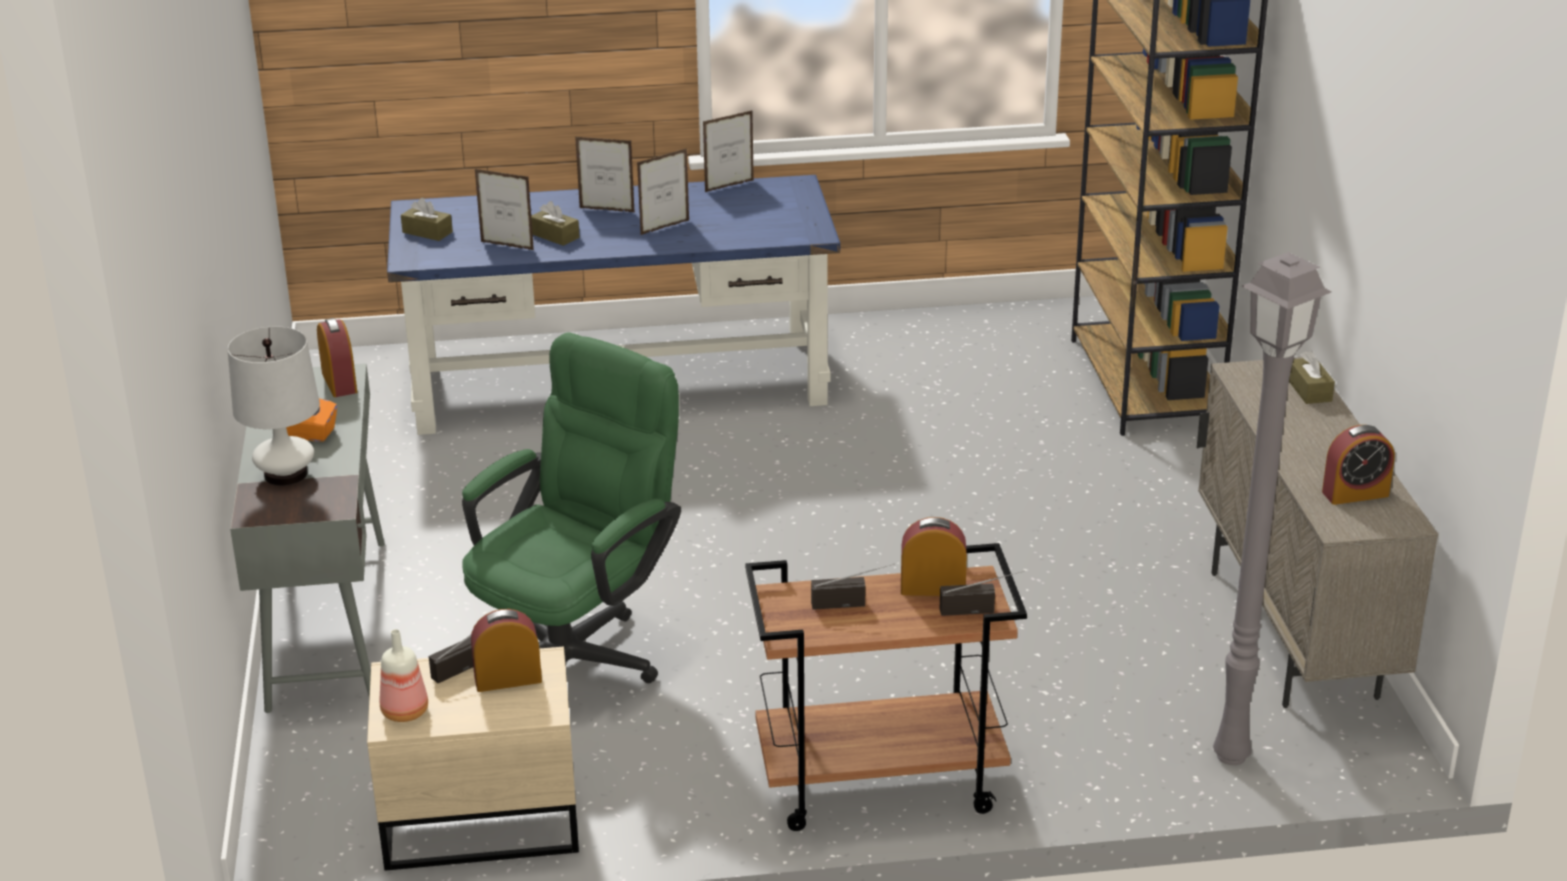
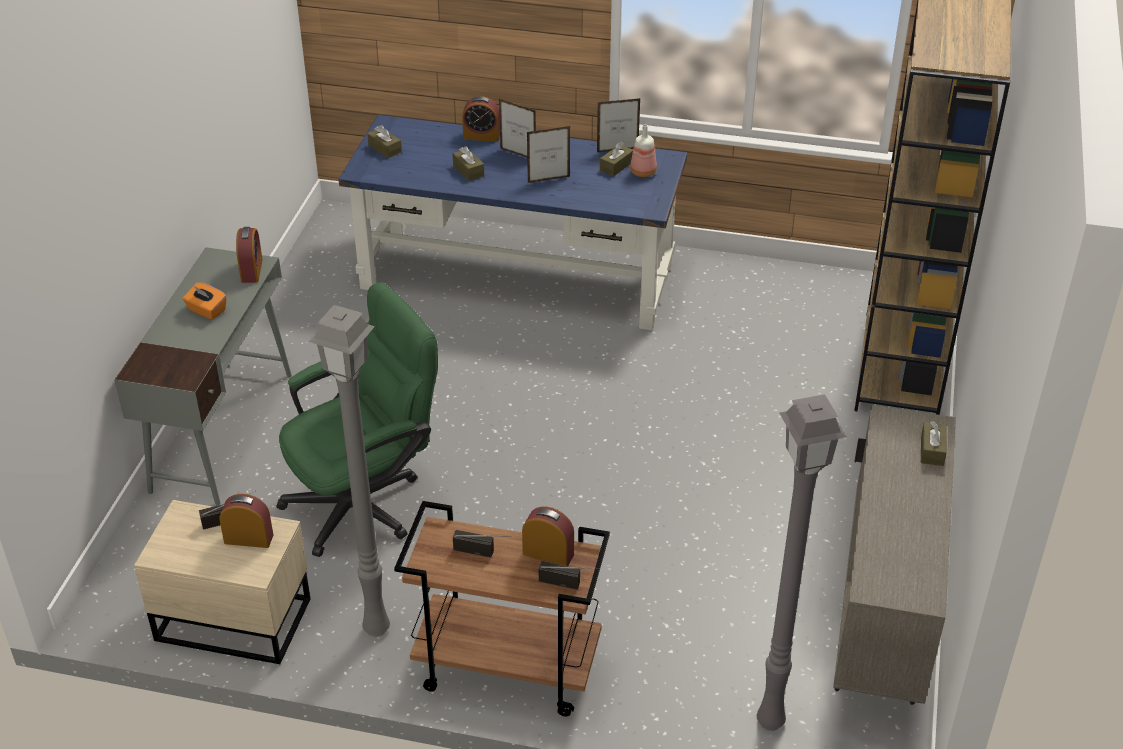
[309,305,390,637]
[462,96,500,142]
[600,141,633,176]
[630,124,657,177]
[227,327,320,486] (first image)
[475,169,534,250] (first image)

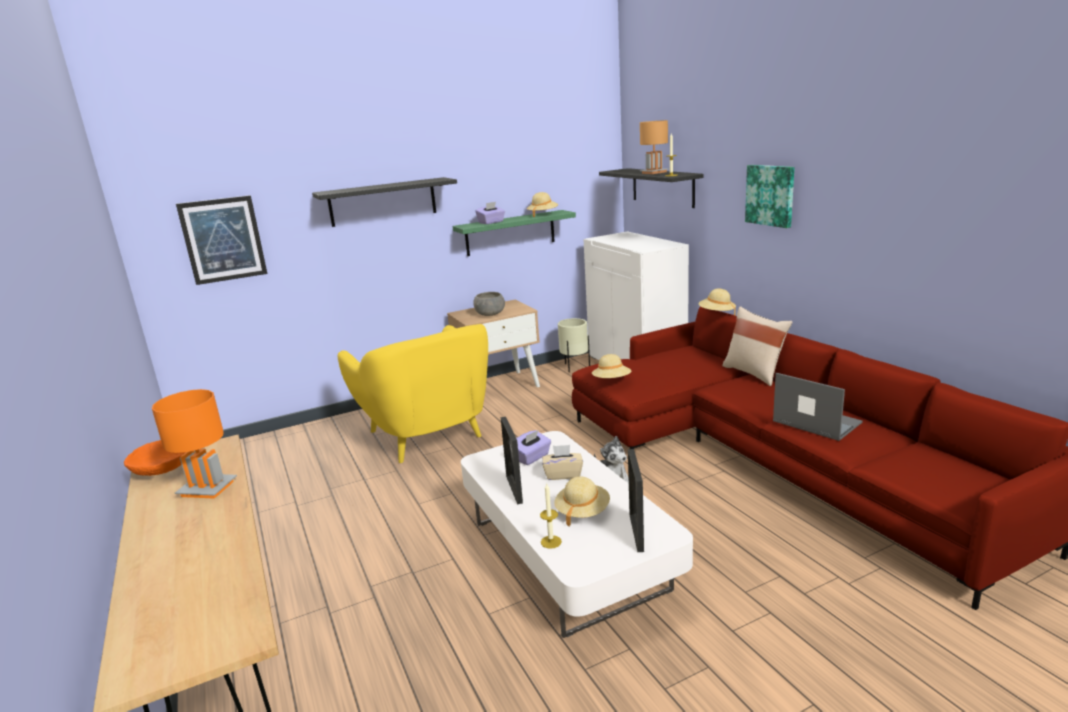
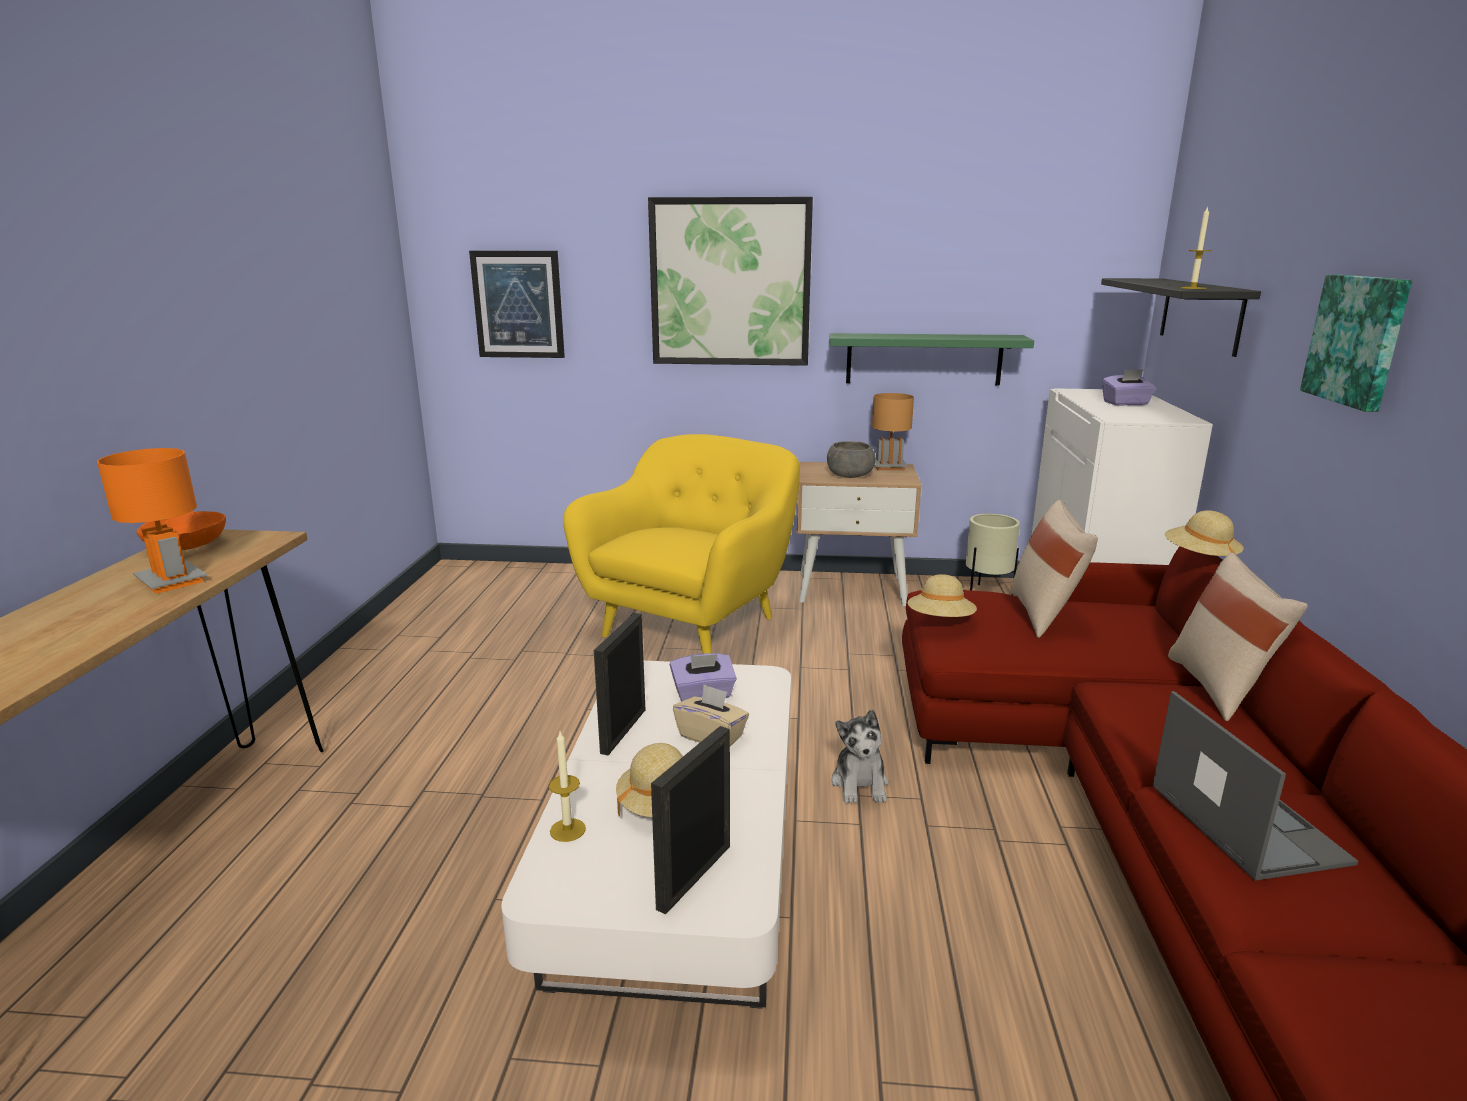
[563,434,800,654]
[648,197,813,366]
[872,393,914,470]
[1010,500,1098,638]
[1102,369,1156,406]
[527,192,558,217] (first image)

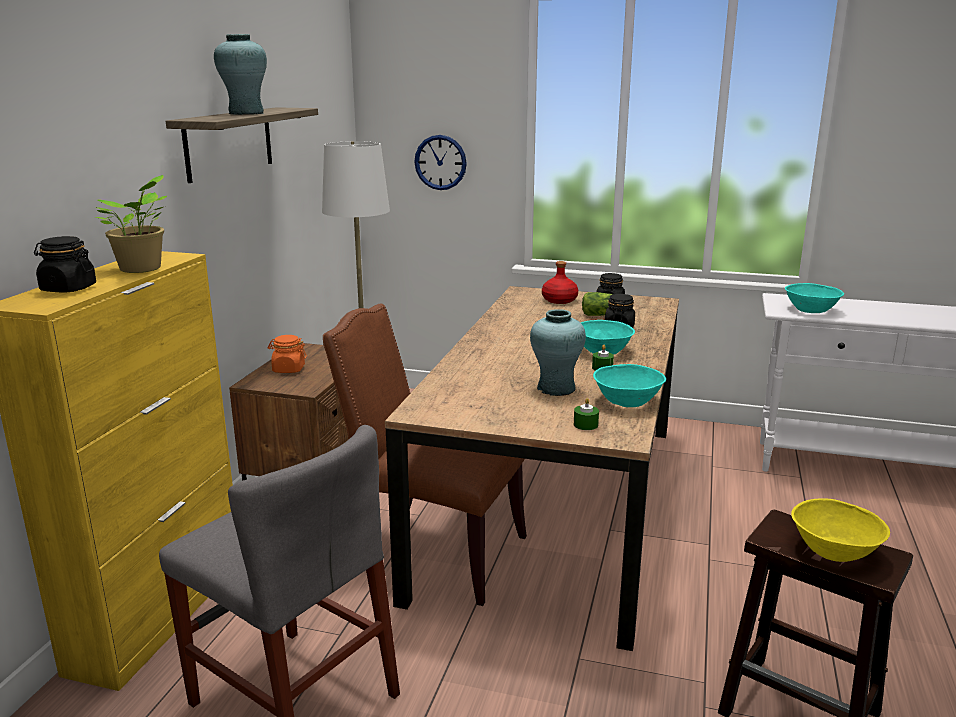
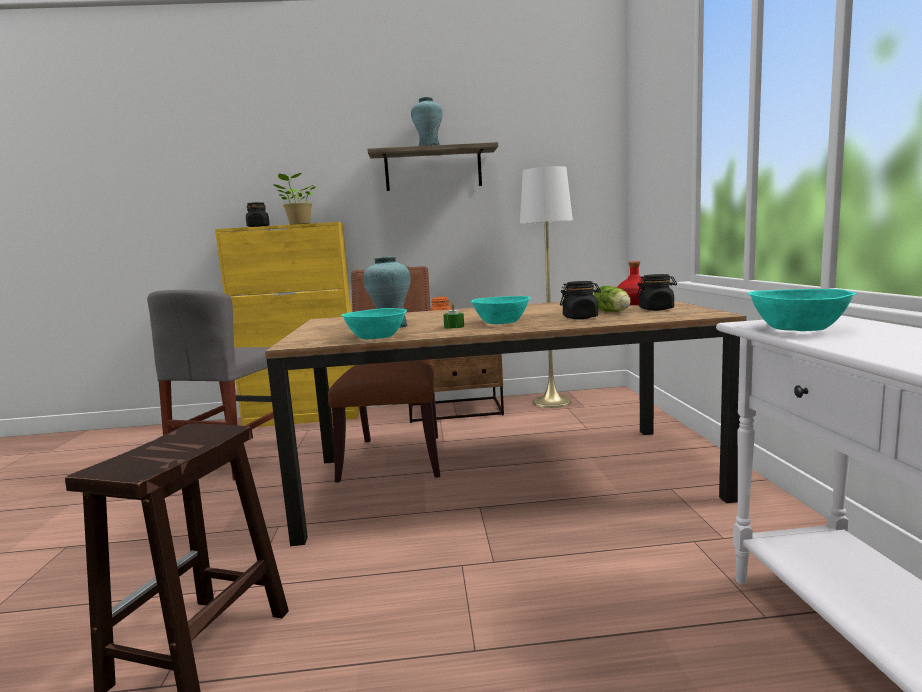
[414,135,467,190] (first image)
[574,398,599,430] (first image)
[791,498,890,562] (first image)

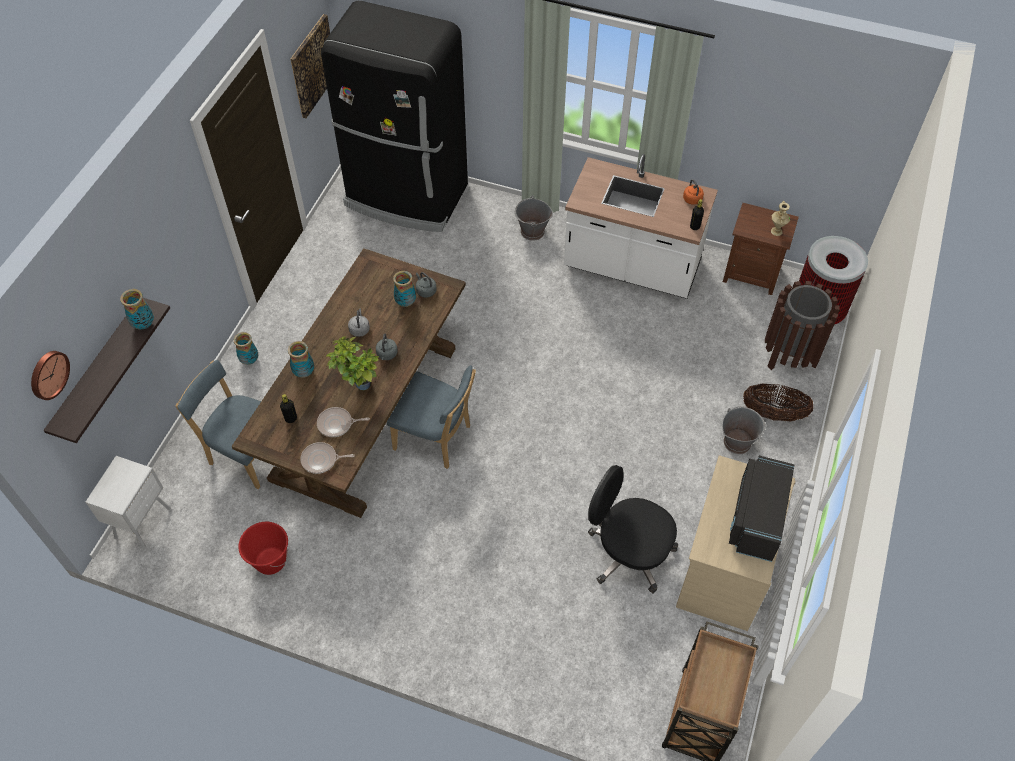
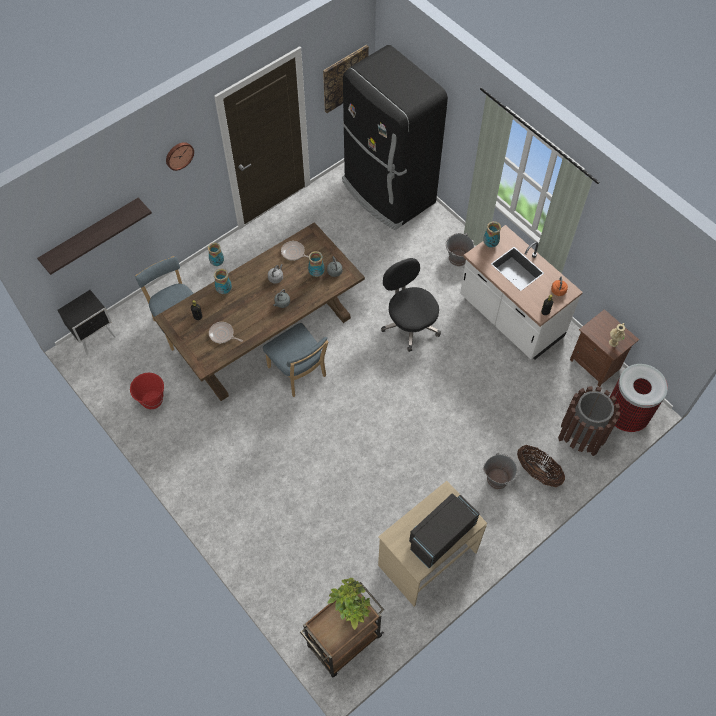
[58,290,116,355]
[166,142,194,171]
[281,241,309,261]
[328,578,371,630]
[381,258,441,352]
[483,221,501,248]

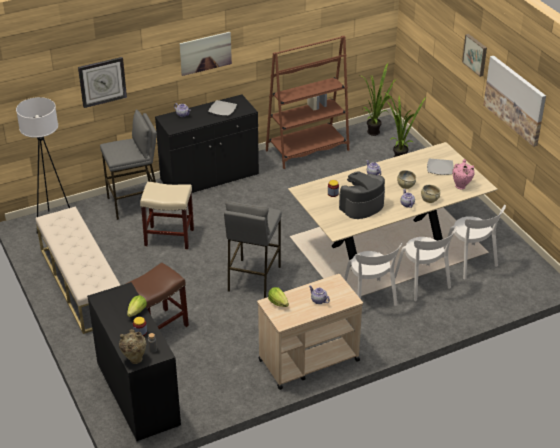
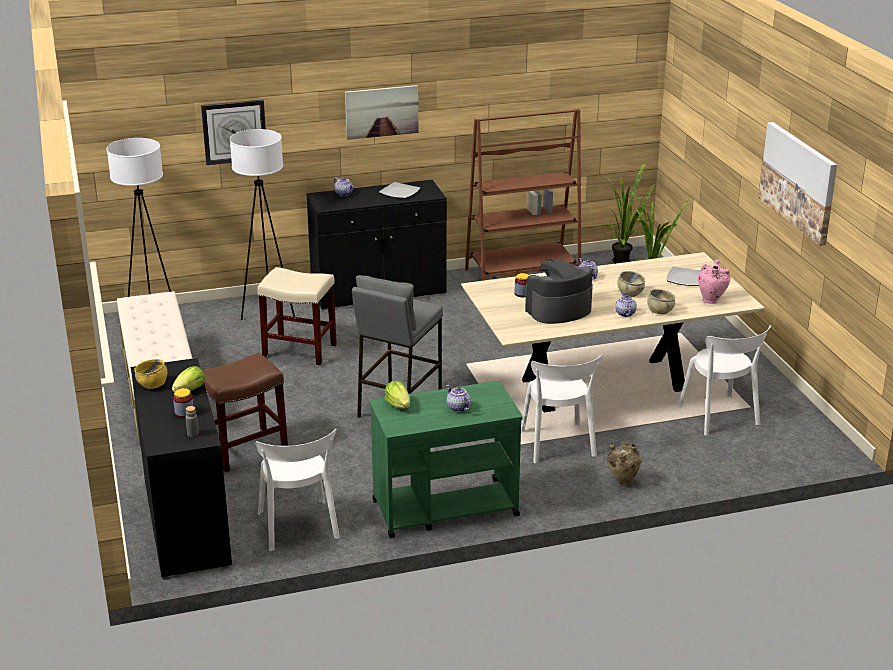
[134,359,168,389]
[230,129,295,320]
[255,429,340,551]
[369,381,523,538]
[607,441,642,487]
[462,34,487,77] (first image)

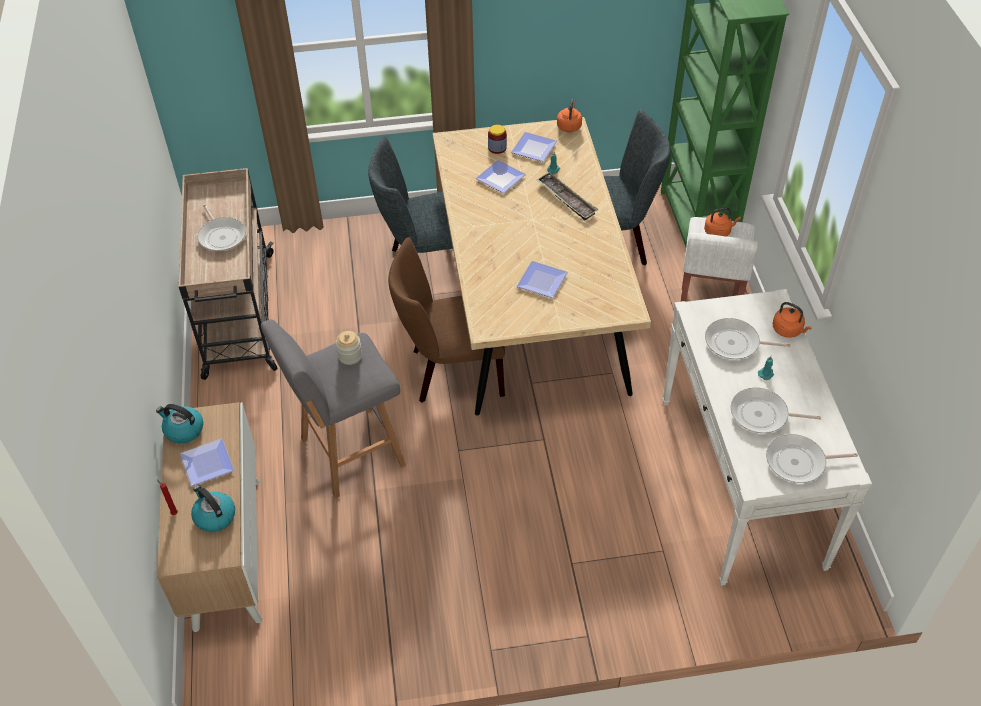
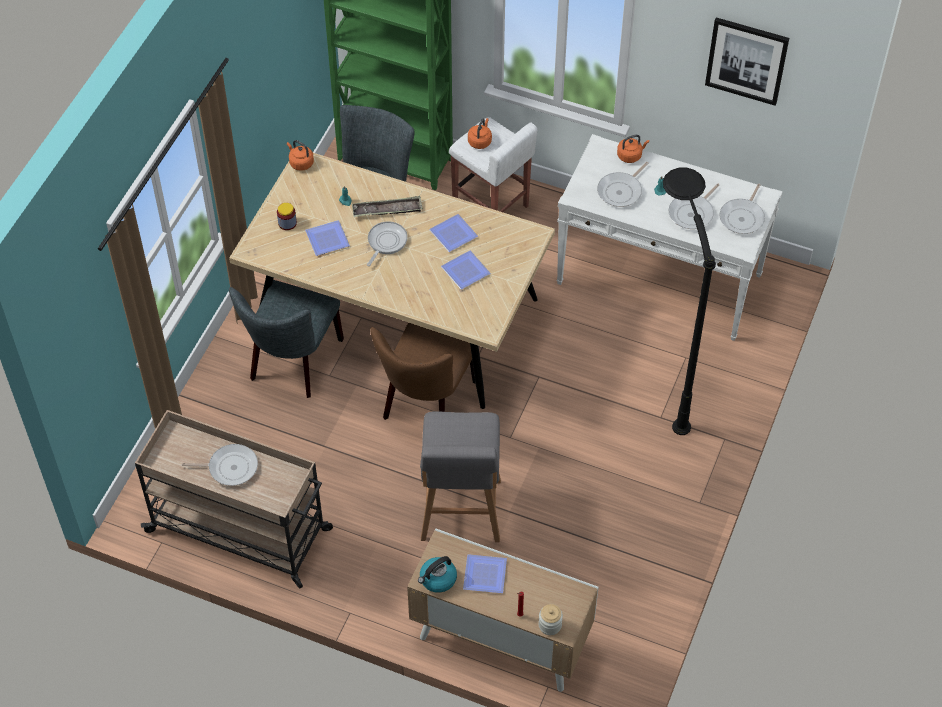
[367,221,408,266]
[429,214,478,252]
[538,604,563,635]
[663,167,716,435]
[705,17,789,106]
[191,485,235,532] (first image)

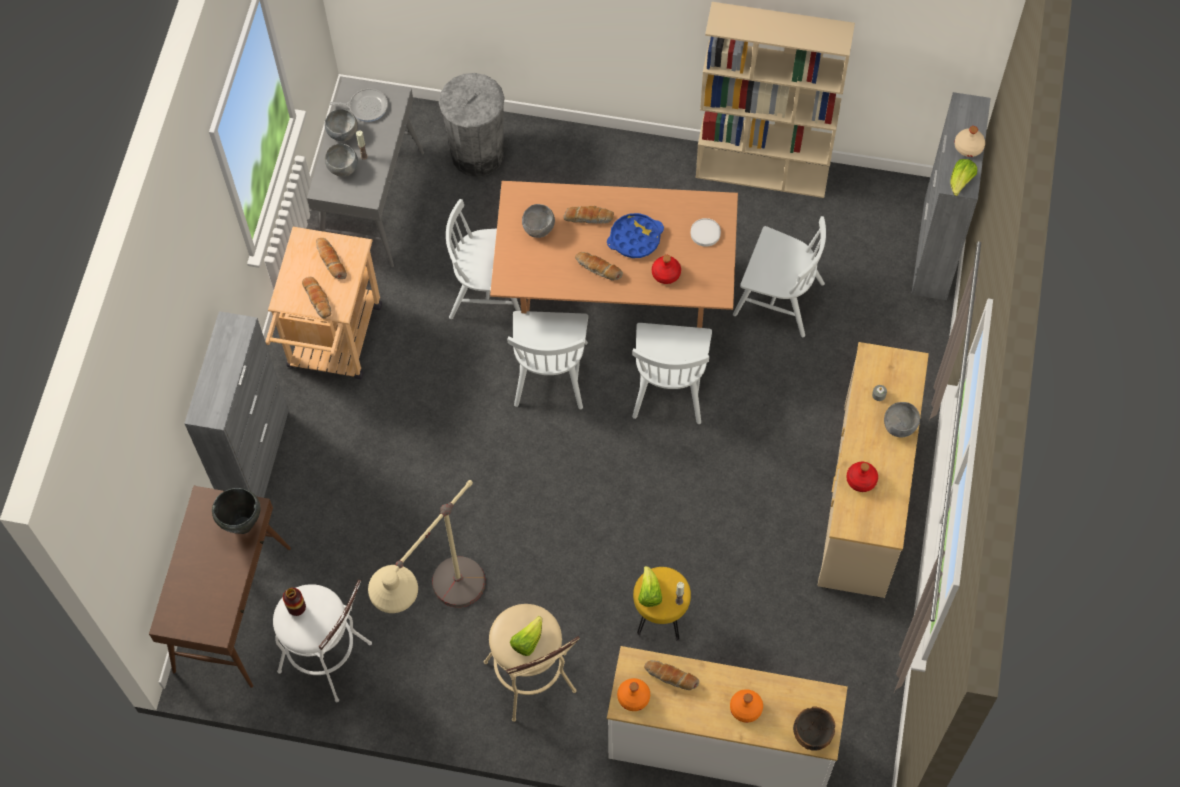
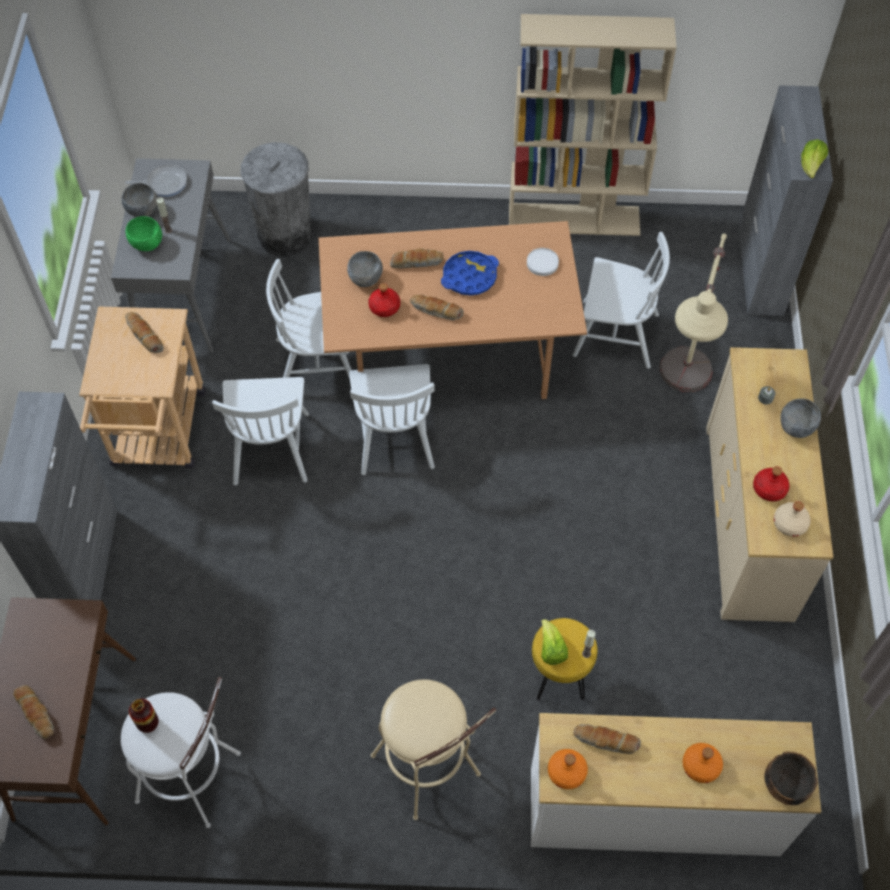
[13,685,54,739]
[126,216,162,251]
[212,377,309,486]
[368,283,400,317]
[660,233,728,392]
[774,501,811,537]
[212,488,260,534] (first image)
[510,616,542,656] (first image)

